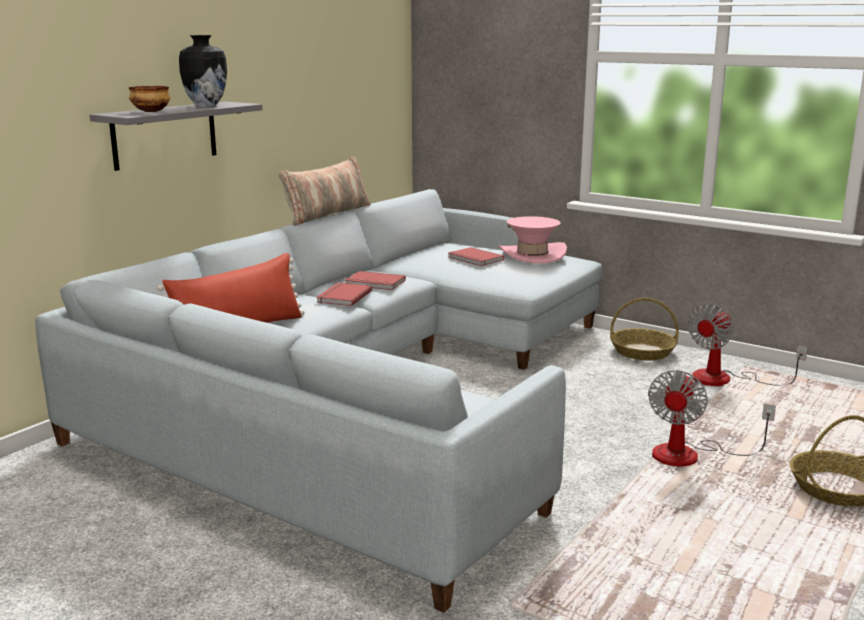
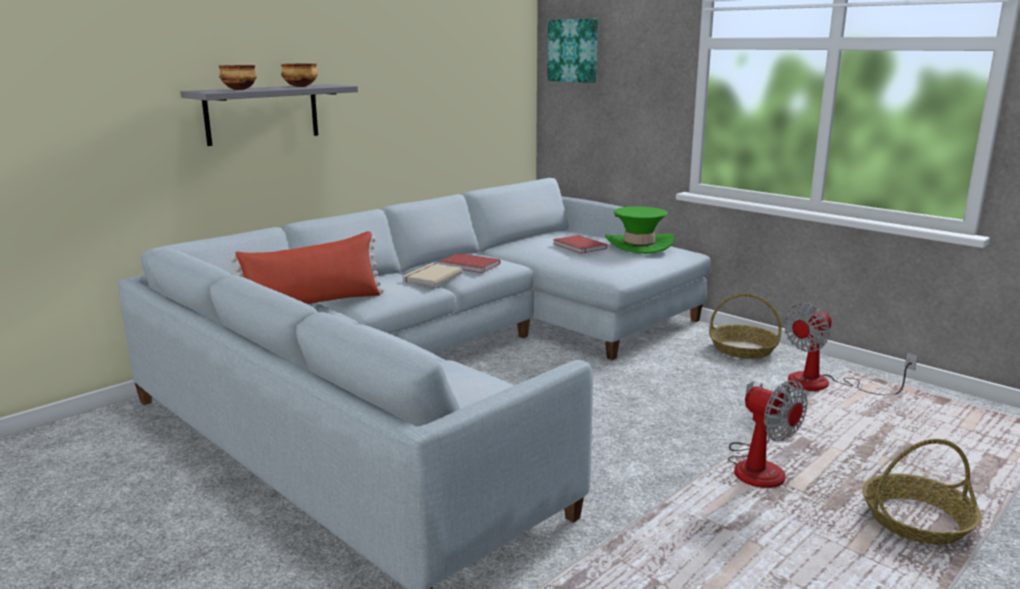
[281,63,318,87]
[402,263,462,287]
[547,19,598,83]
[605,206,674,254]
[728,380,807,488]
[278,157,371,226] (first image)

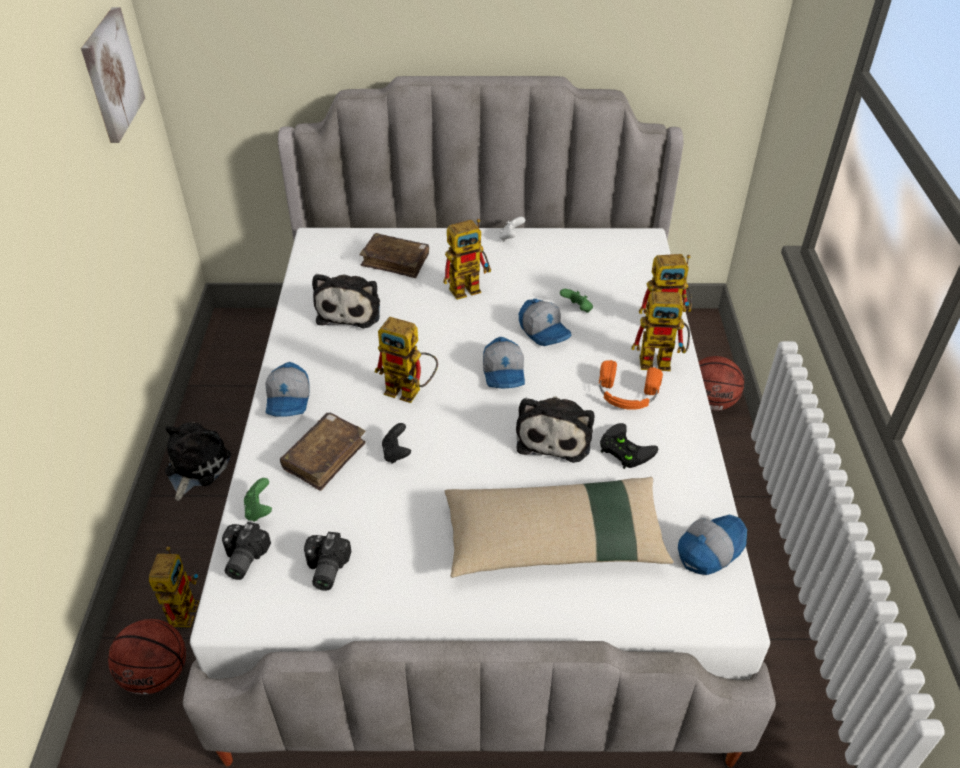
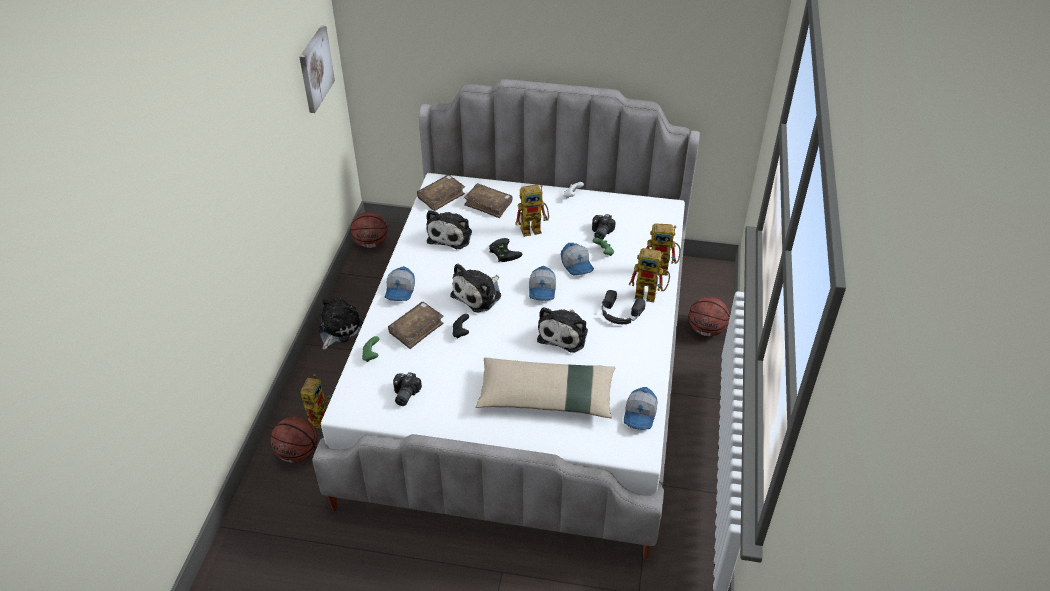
[351,212,388,248]
[417,175,465,211]
[450,264,501,313]
[489,238,522,262]
[592,214,616,240]
[602,290,645,324]
[624,387,658,430]

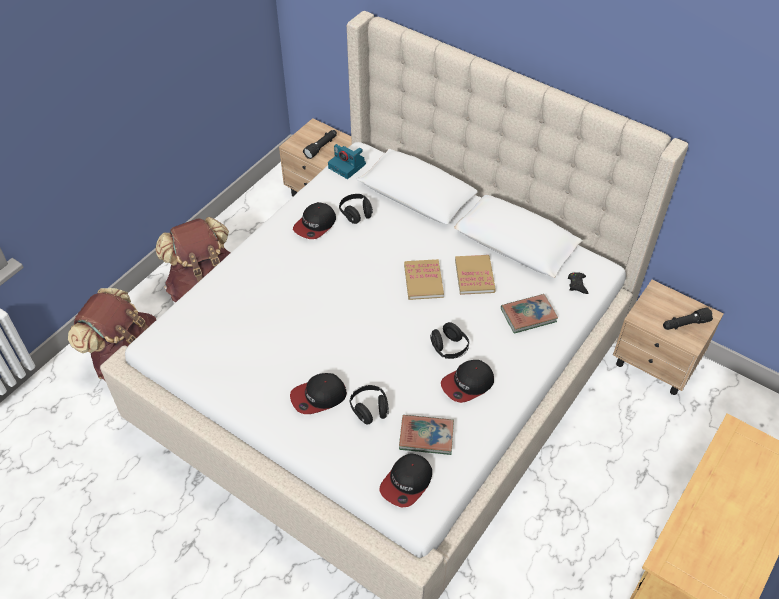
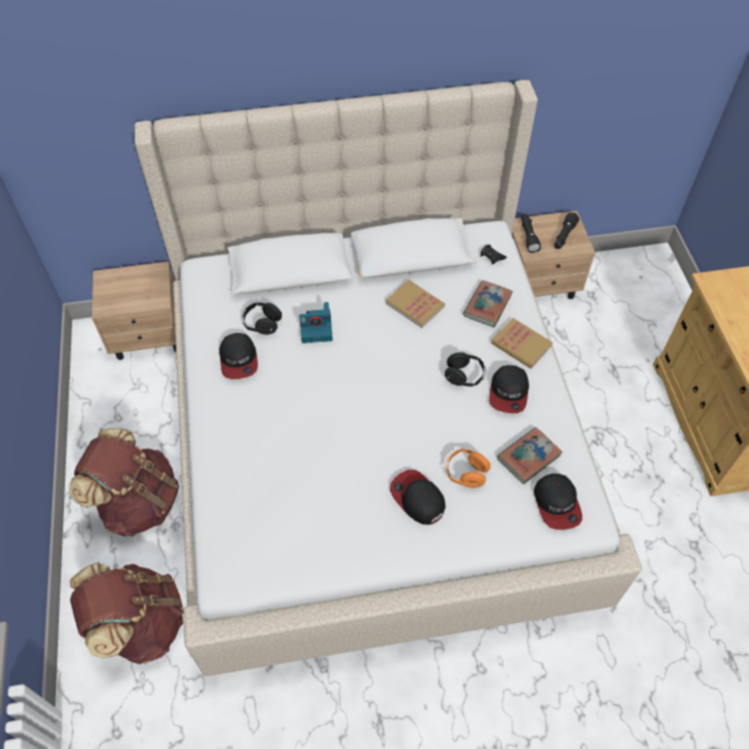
[299,302,333,343]
[390,469,446,525]
[445,448,491,488]
[491,318,553,369]
[521,213,541,253]

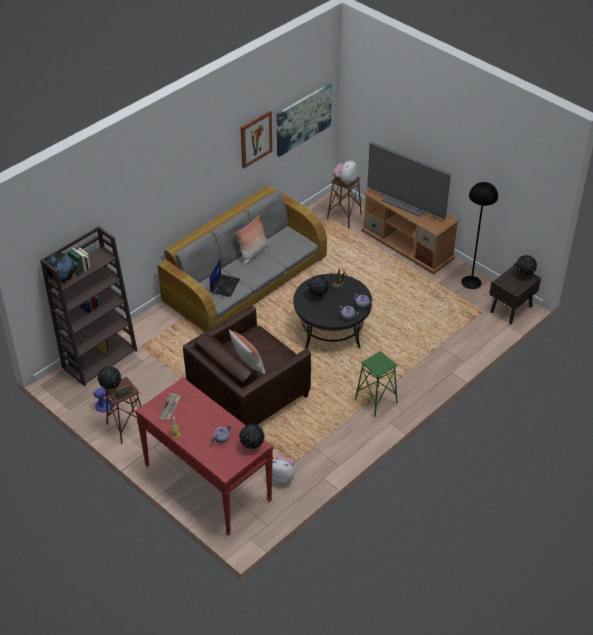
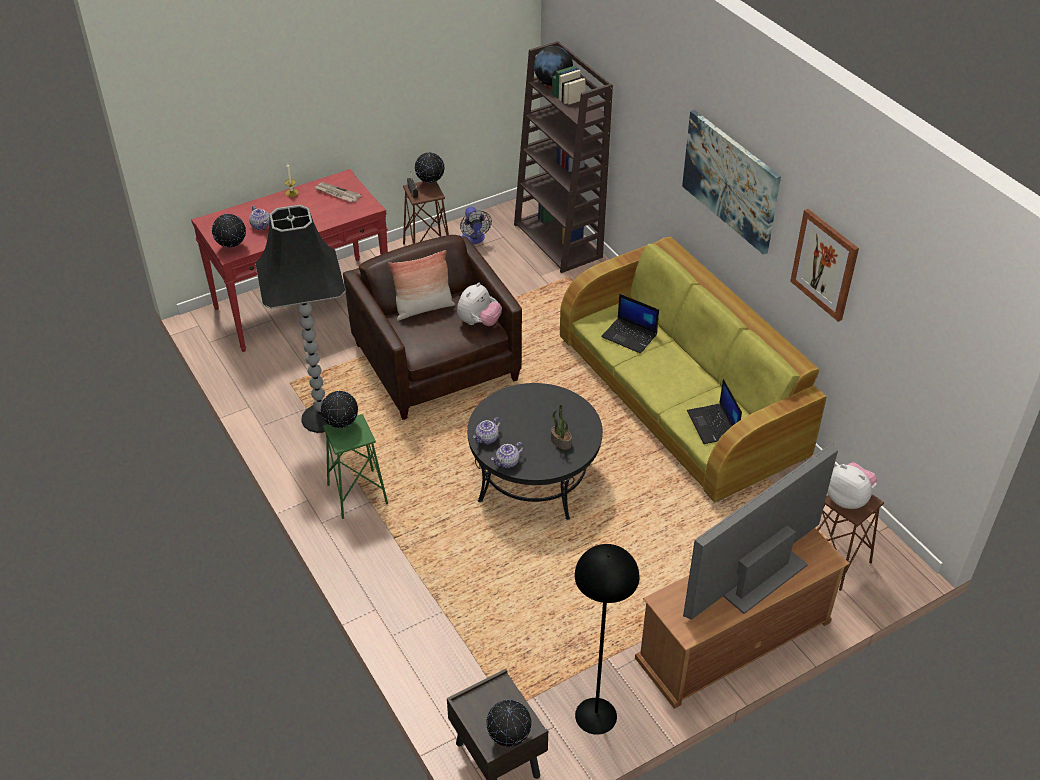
[255,205,346,433]
[321,391,358,428]
[457,283,502,326]
[560,237,827,503]
[682,110,781,255]
[687,379,742,444]
[235,215,269,265] (first image)

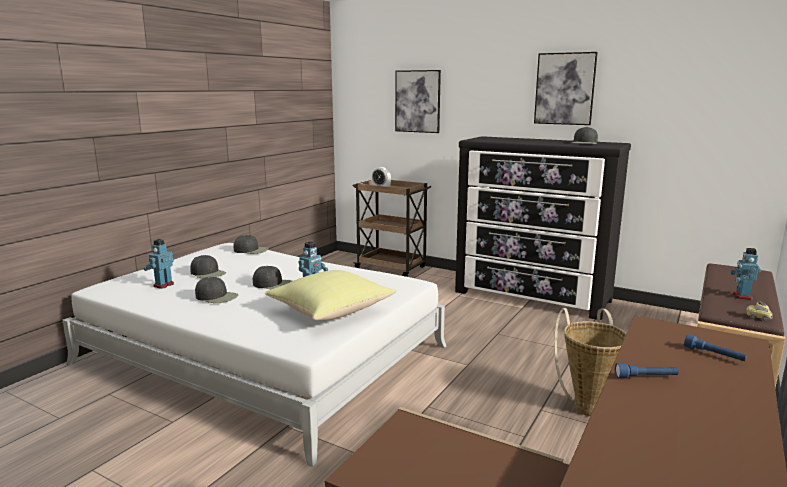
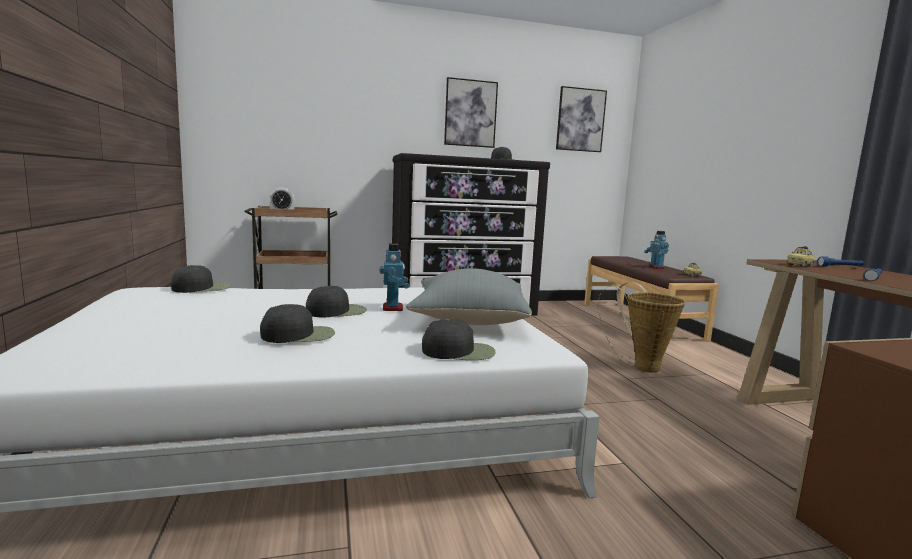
[406,268,532,325]
[422,319,496,360]
[556,86,607,152]
[788,246,815,267]
[143,239,174,289] (first image)

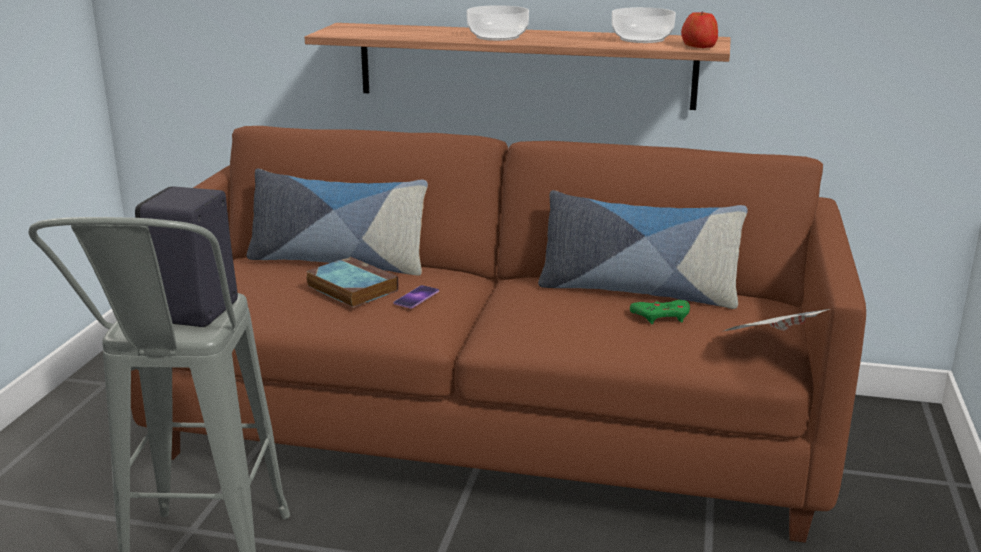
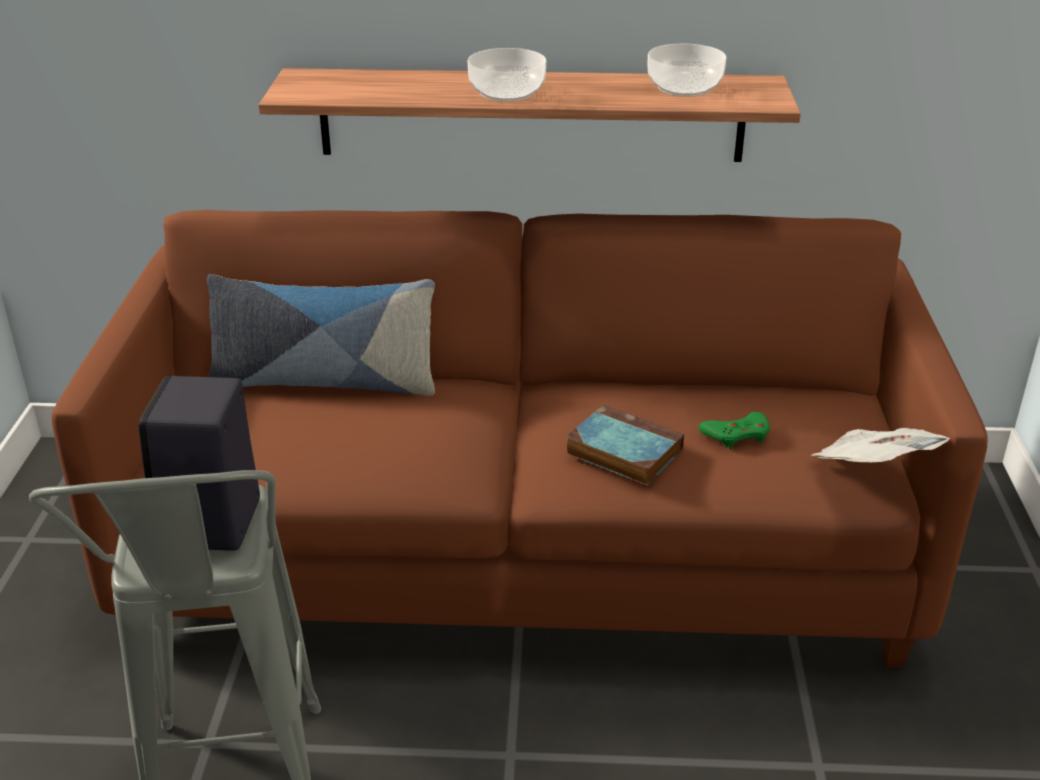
[566,405,684,486]
[393,285,439,309] (first image)
[538,190,748,309] (first image)
[681,11,718,48] (first image)

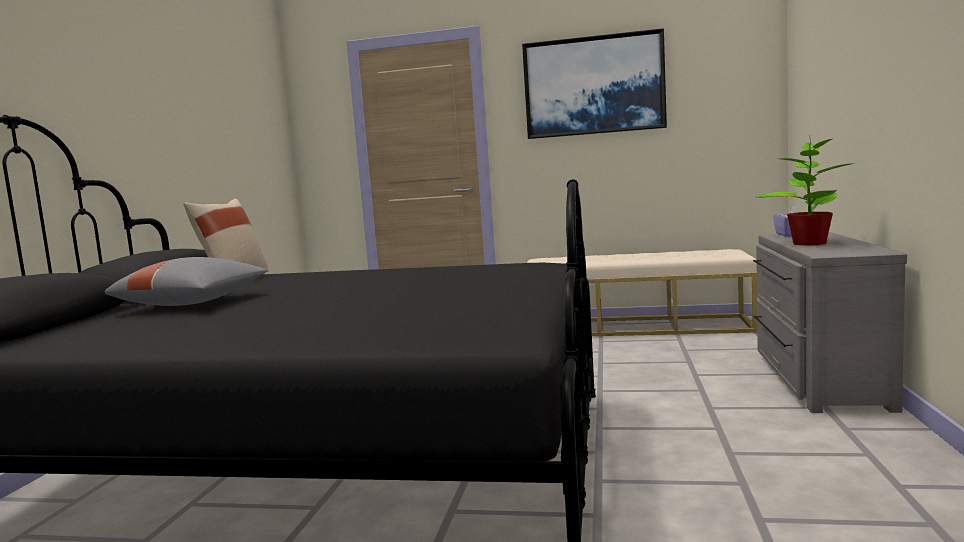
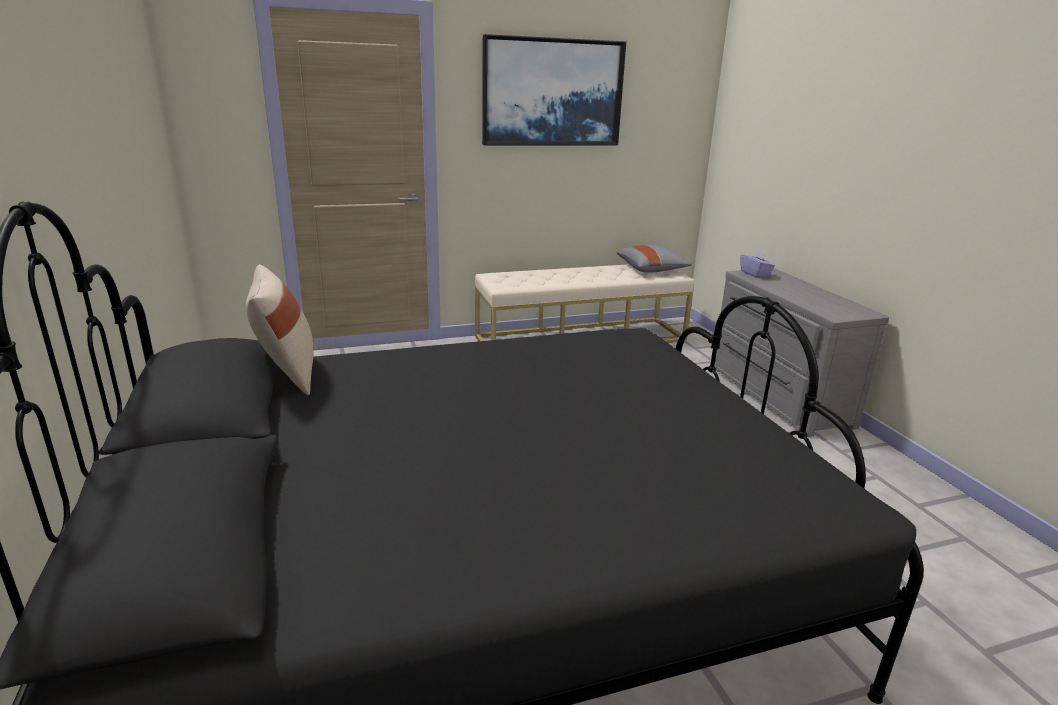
[617,245,692,273]
[755,135,855,246] (first image)

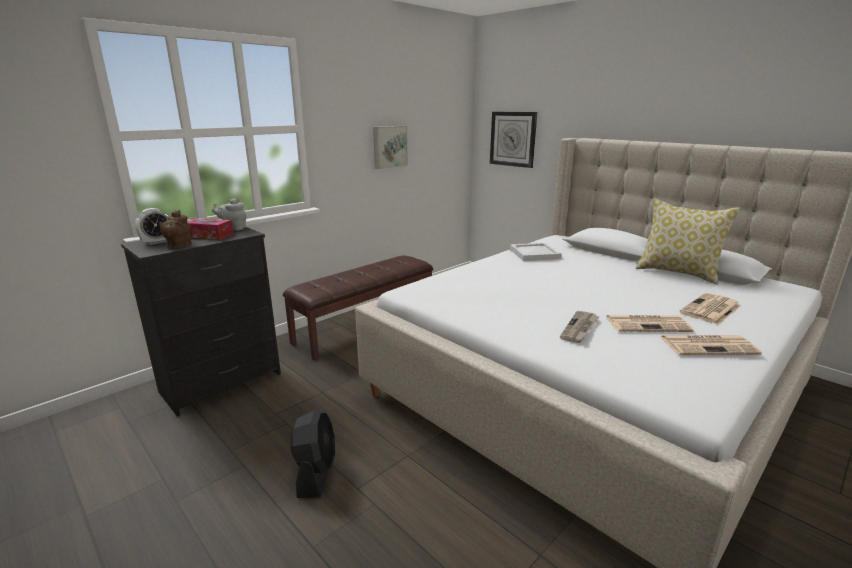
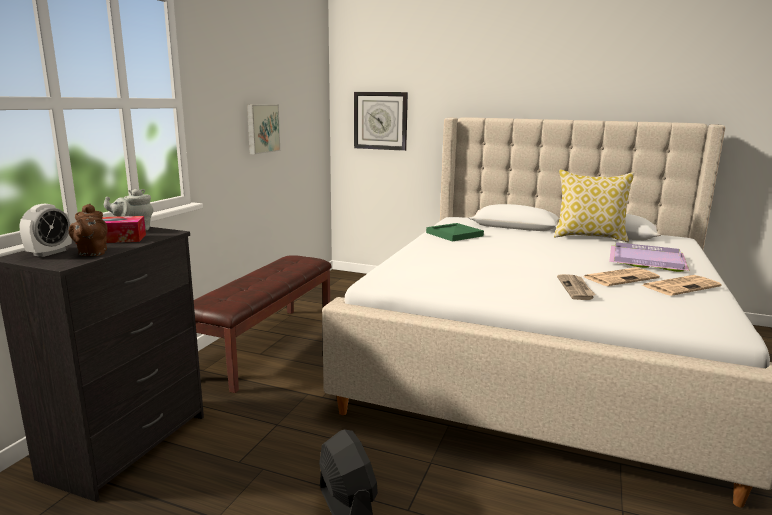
[426,223,484,242]
[609,242,690,272]

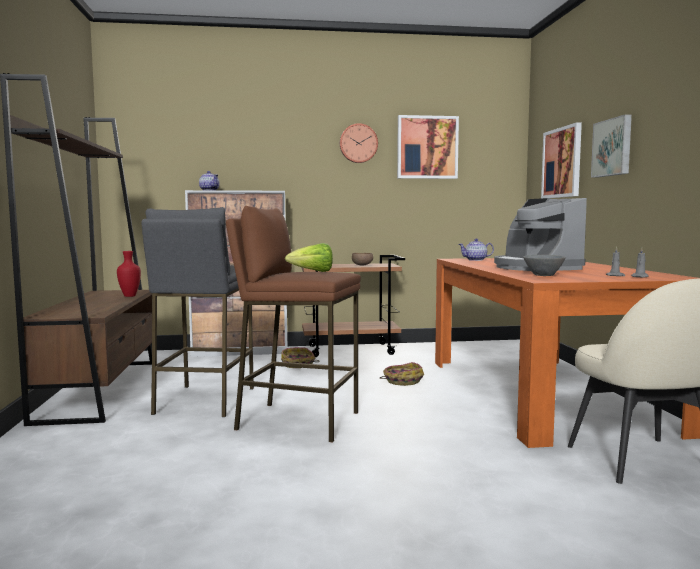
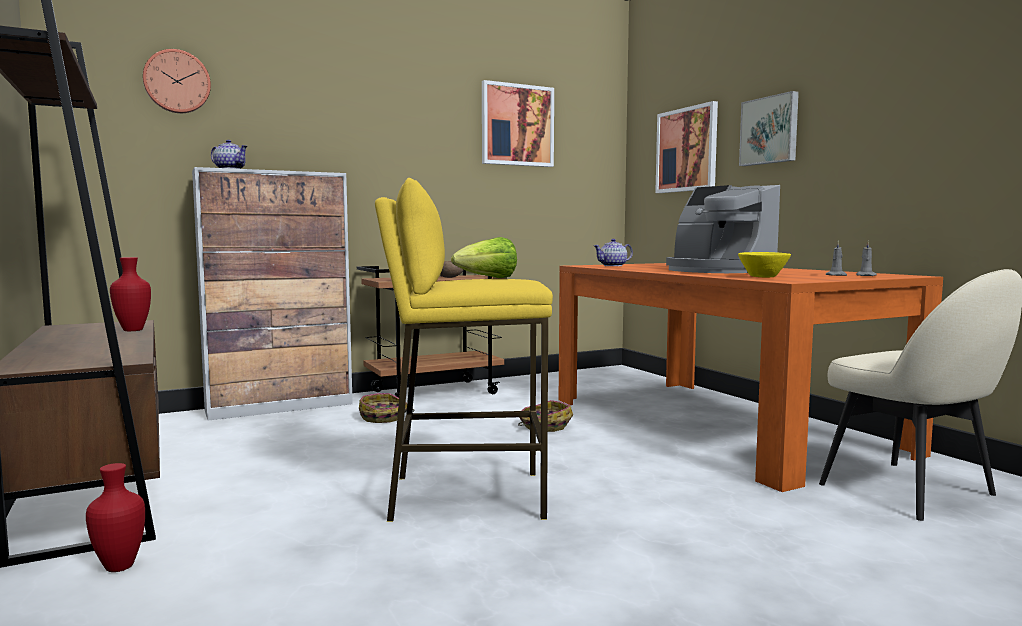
[86,463,145,572]
[143,49,211,113]
[375,178,553,522]
[738,252,791,278]
[141,207,254,417] (first image)

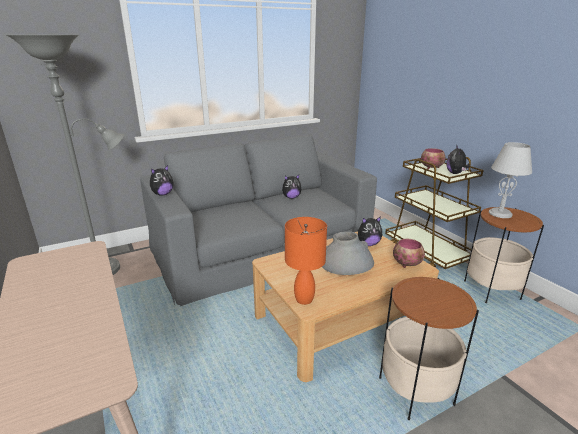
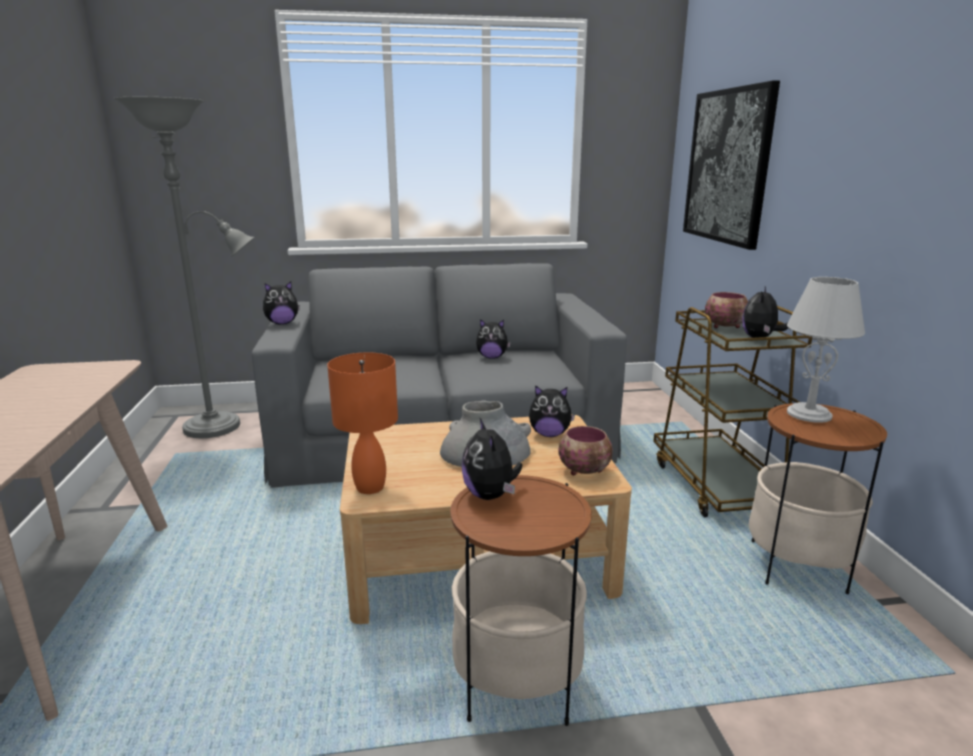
[462,418,522,500]
[683,80,780,250]

